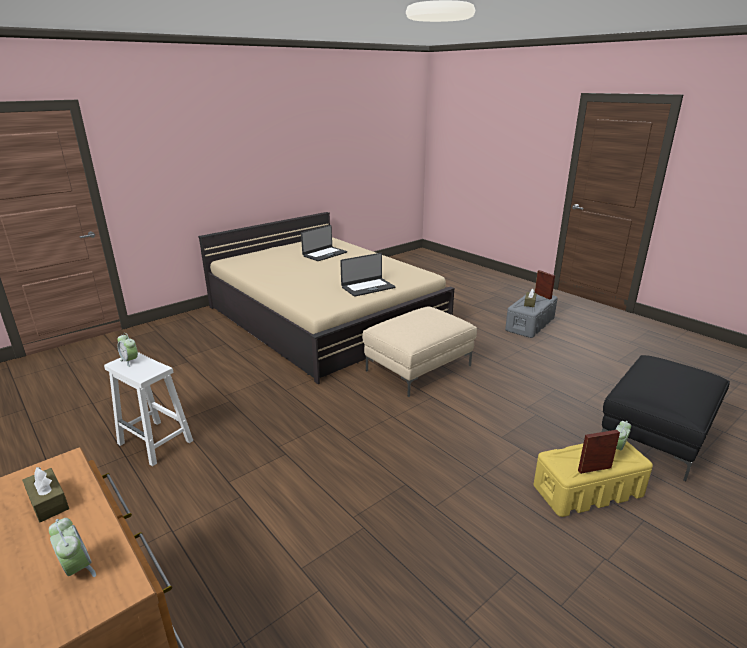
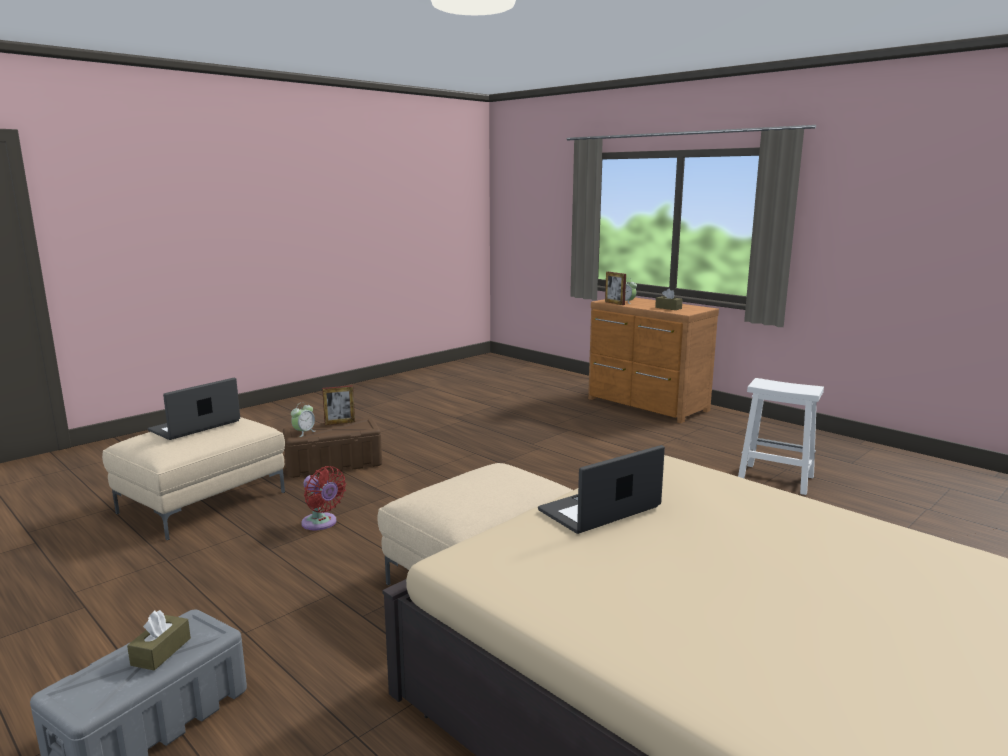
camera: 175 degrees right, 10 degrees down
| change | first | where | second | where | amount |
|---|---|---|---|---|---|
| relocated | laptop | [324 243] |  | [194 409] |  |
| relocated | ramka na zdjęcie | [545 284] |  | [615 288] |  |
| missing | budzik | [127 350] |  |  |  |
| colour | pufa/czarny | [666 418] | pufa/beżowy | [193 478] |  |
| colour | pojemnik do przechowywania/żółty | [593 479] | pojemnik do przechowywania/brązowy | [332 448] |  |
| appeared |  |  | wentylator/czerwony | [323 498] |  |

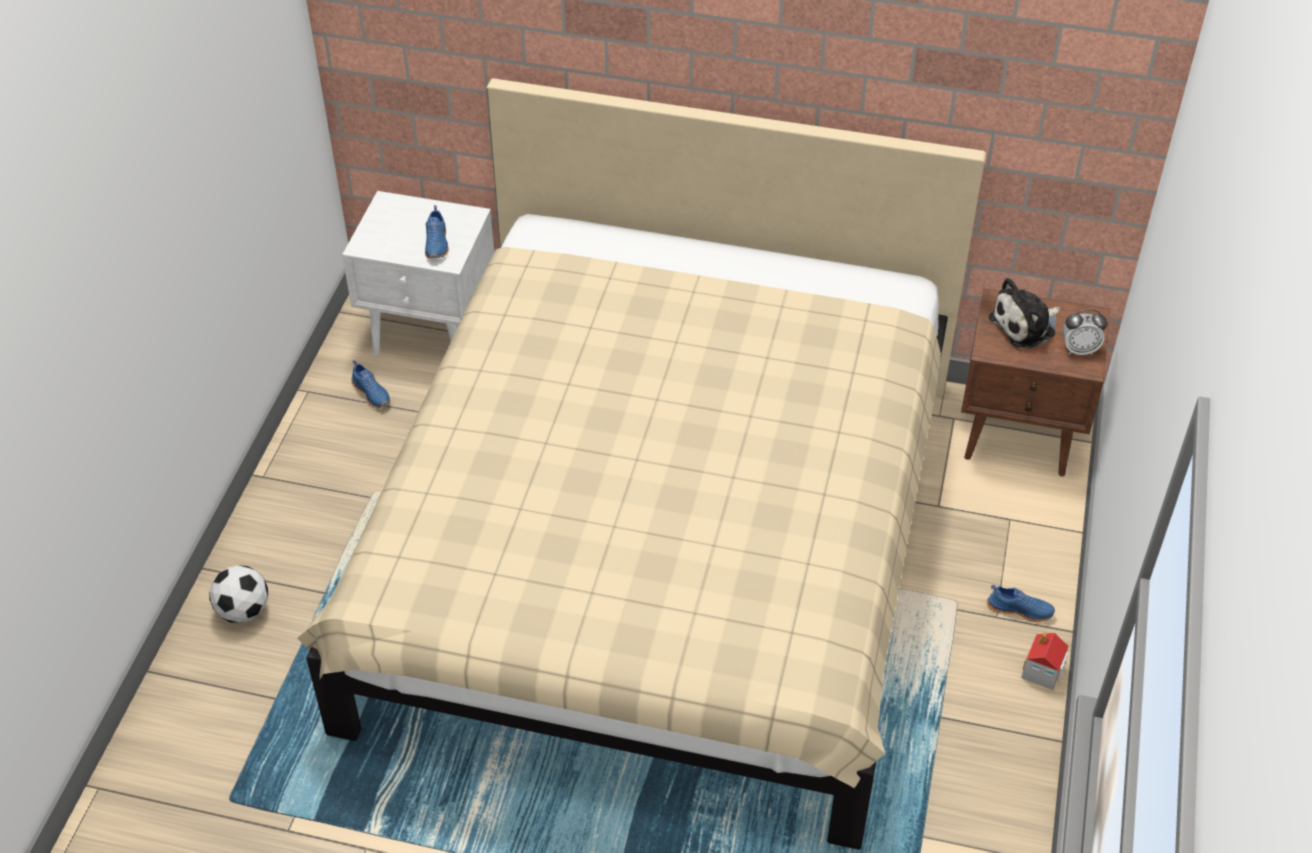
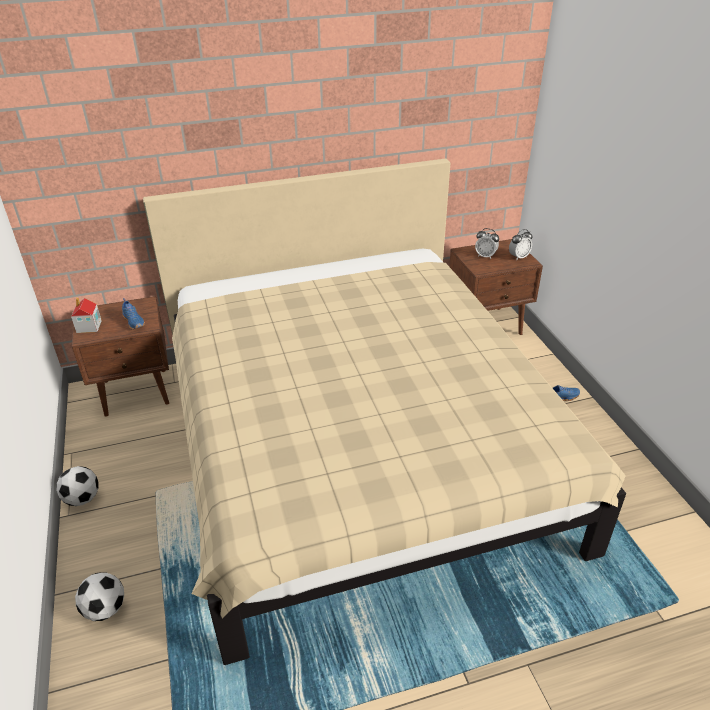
camera: 30 degrees left, 10 degrees down
| change | first | where | second | where | amount |
|---|---|---|---|---|---|
| colour | szafka nocna/biały | [418 273] | szafka nocna/brązowy | [120 356] |  |
| exchanged | pluszak | [1024 313] | budzik | [487 243] |  |
| missing | but/niebieski | [370 384] |  |  |  |
| relocated | domek | [1044 661] |  | [86 315] |  |
| appeared |  |  | piłka futbolowa | [77 486] |  |

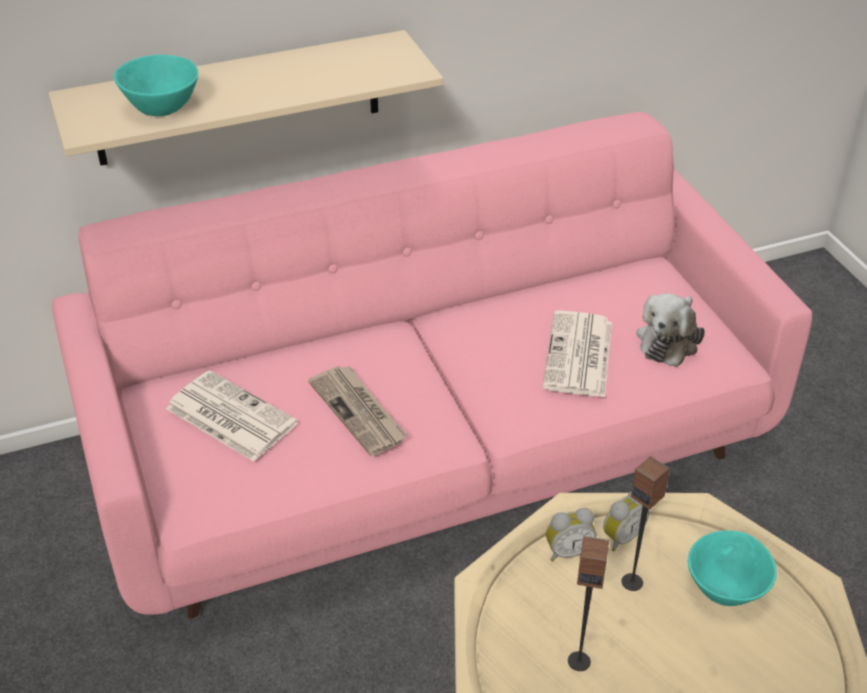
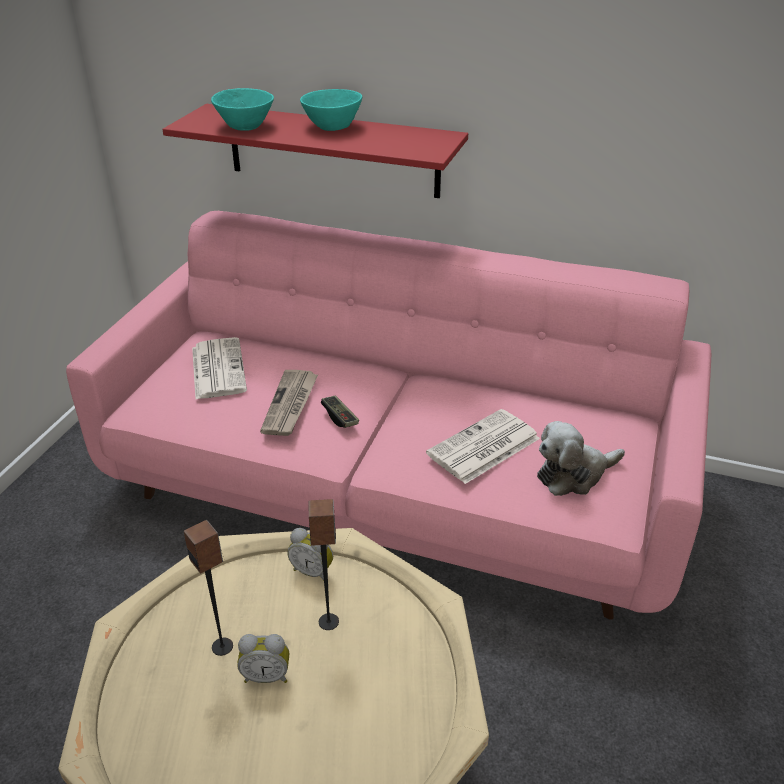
camera: 40 degrees right, 5 degrees down
| change | first | where | second | where | amount |
|---|---|---|---|---|---|
| colour | półka/beżowy | [245 98] | półka/czerwony | [315 151] |  |
| relocated | budzik | [626 522] |  | [263 658] |  |
| relocated | miska/turkusowy | [732 568] |  | [331 110] |  |
| appeared |  |  | pad do gier | [340 411] |  |

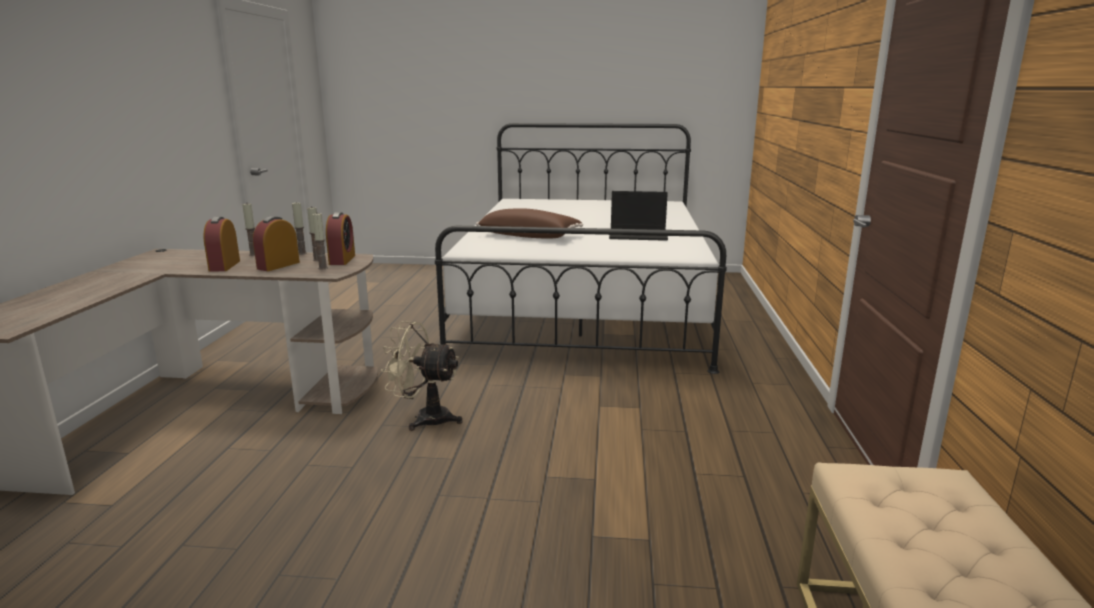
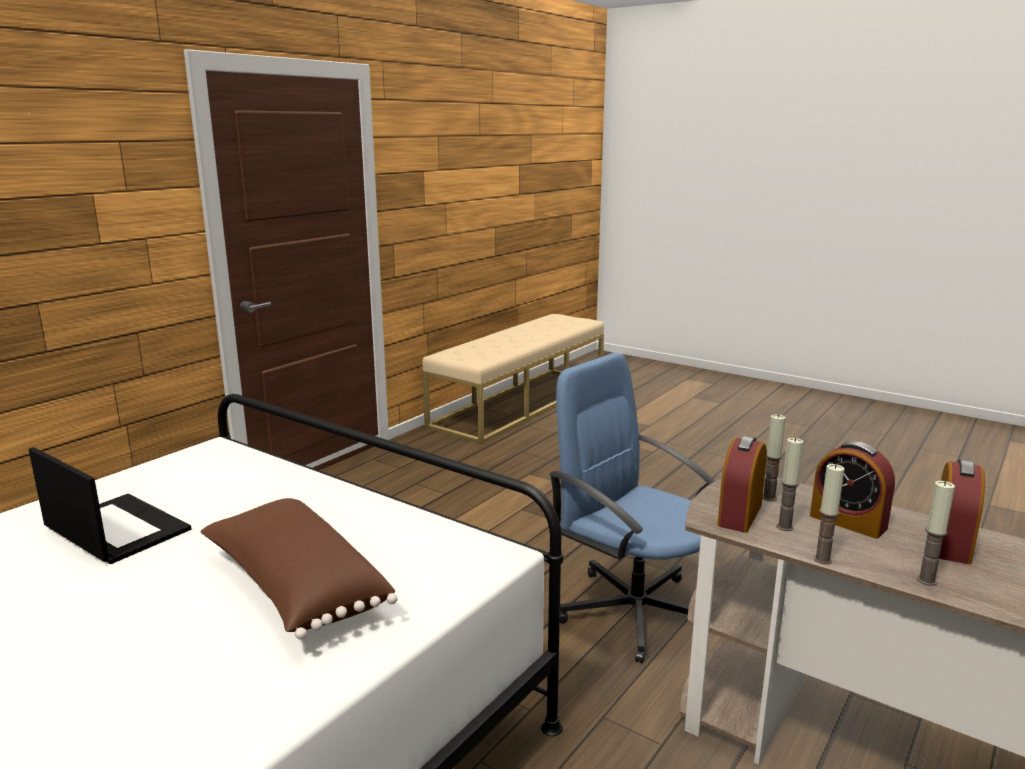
camera: 150 degrees left, 0 degrees up
| change | first | where | second | where | amount |
|---|---|---|---|---|---|
| spun | budzik | [276 243] |  | [852 490] | 75 degrees clockwise |
| exchanged | wentylator/beżowy | [422 376] | krzesło biurowe/niebieski | [632 508] |  |

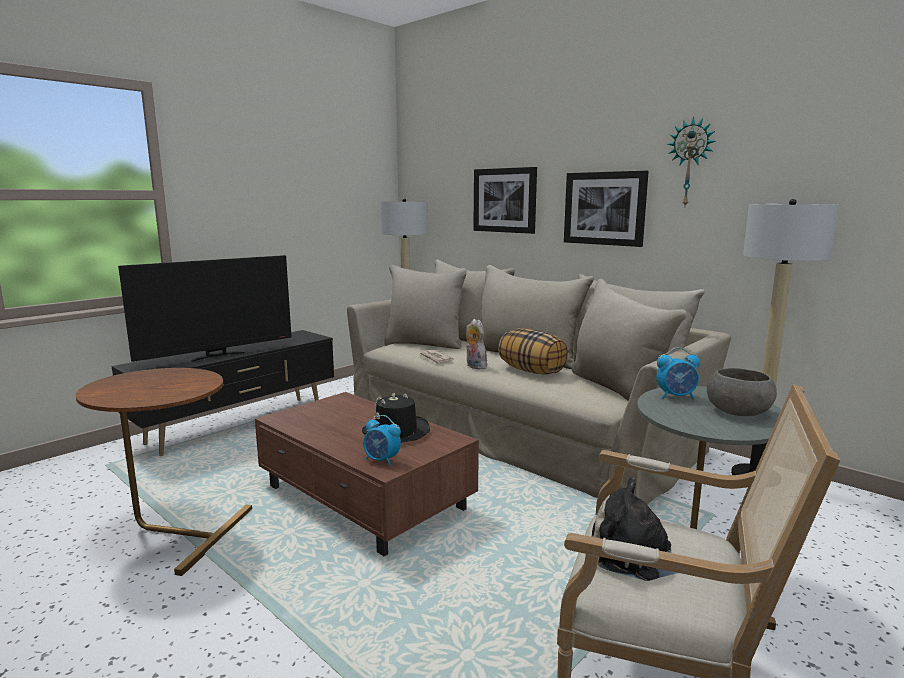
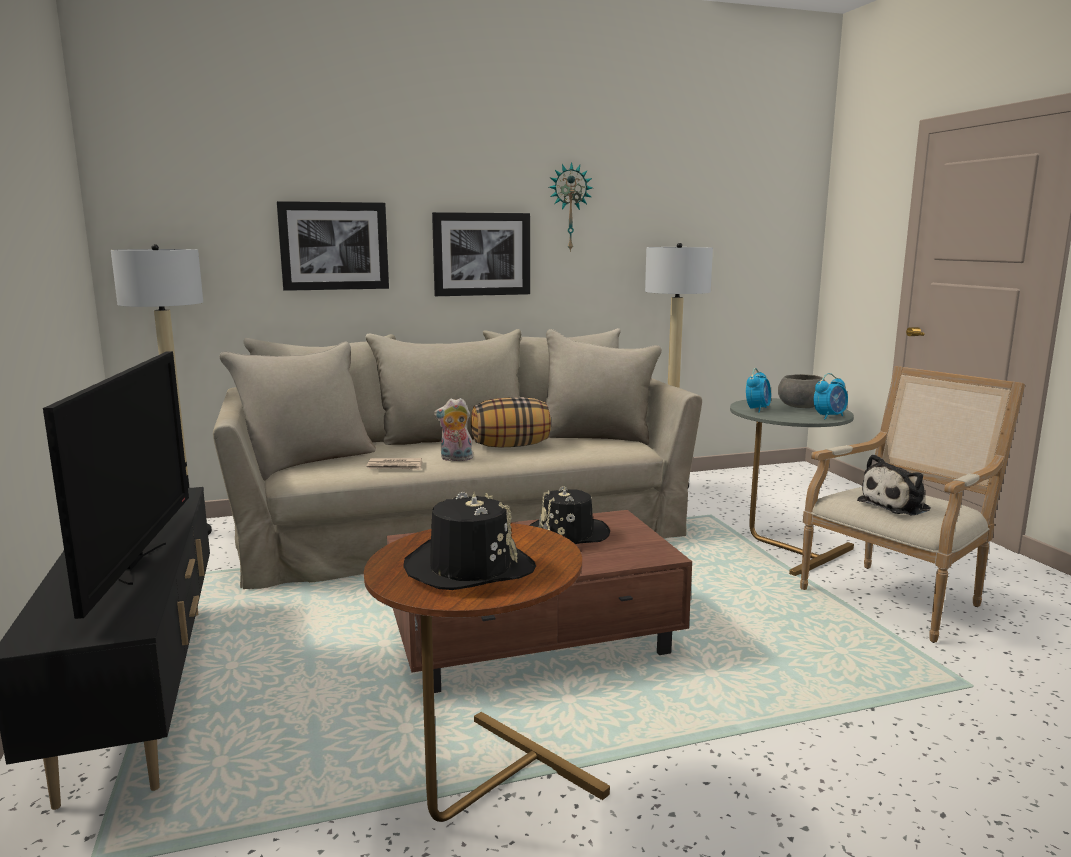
camera: 60 degrees left, 0 degrees up
| change | first | where | second | where | amount |
|---|---|---|---|---|---|
| relocated | budzik | [382 440] |  | [831 396] |  |
| appeared |  |  | kapelusz/czarny | [469 541] |  |

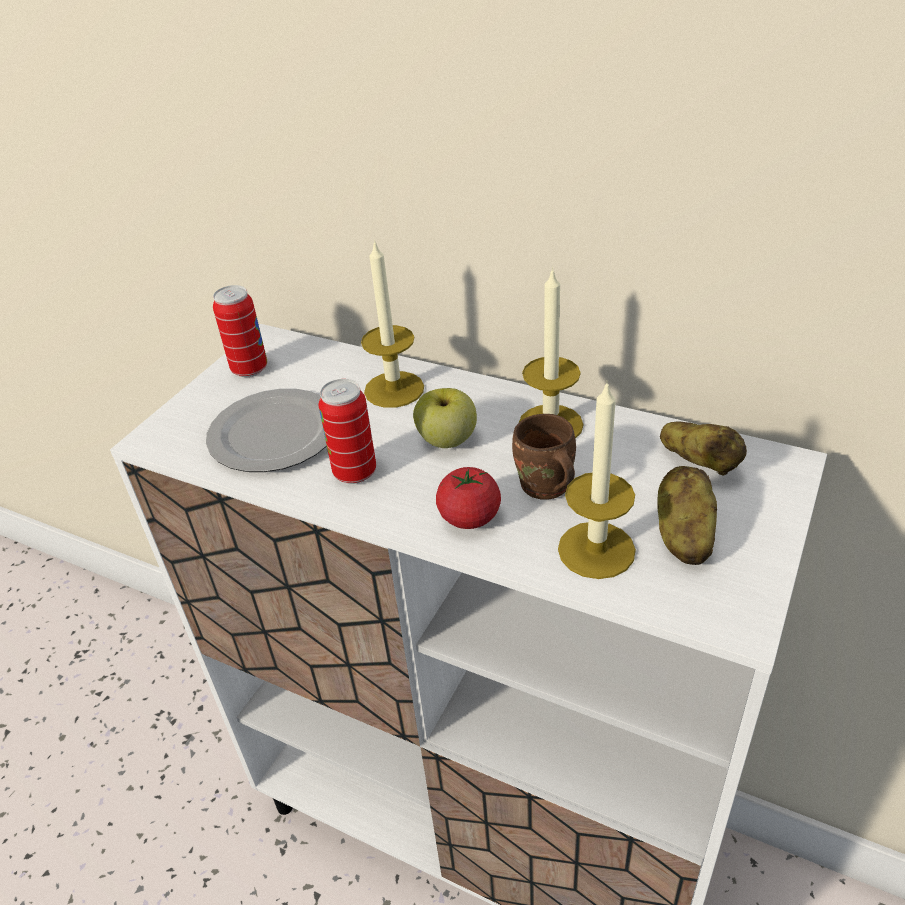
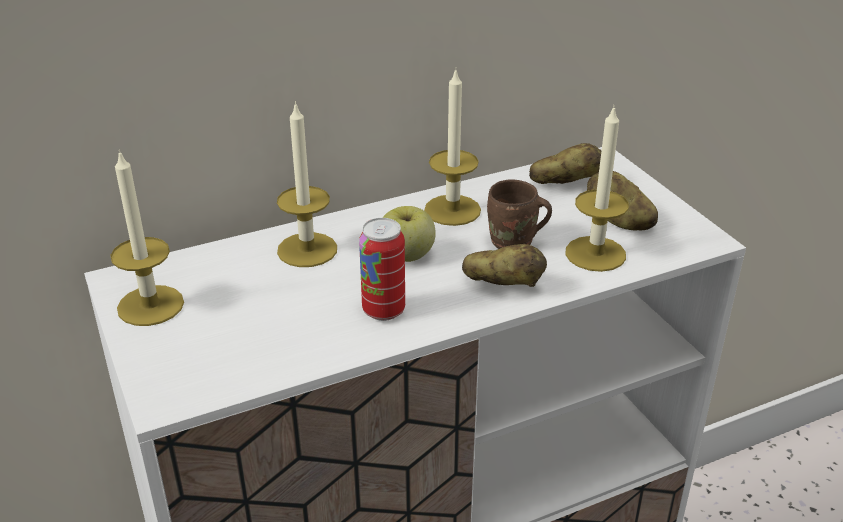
camera: 55 degrees left, 5 degrees down
| change | first | where | second | where | amount |
|---|---|---|---|---|---|
| exchanged | puszka | [240 331] | świeca | [147 238] |  |
| missing | talerz | [266 430] |  |  |  |
| exchanged | pomidor | [468 498] | ziemniak | [504 265] |  |

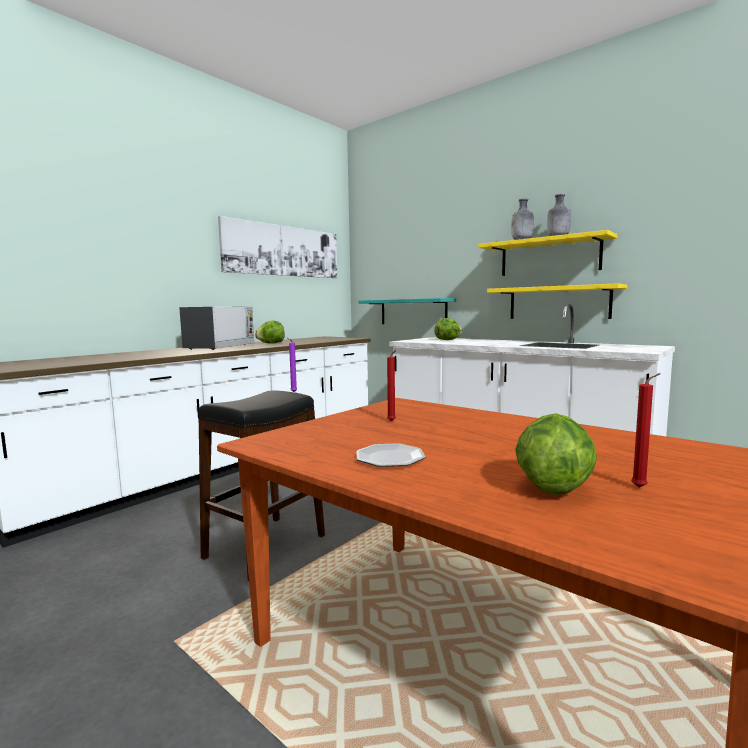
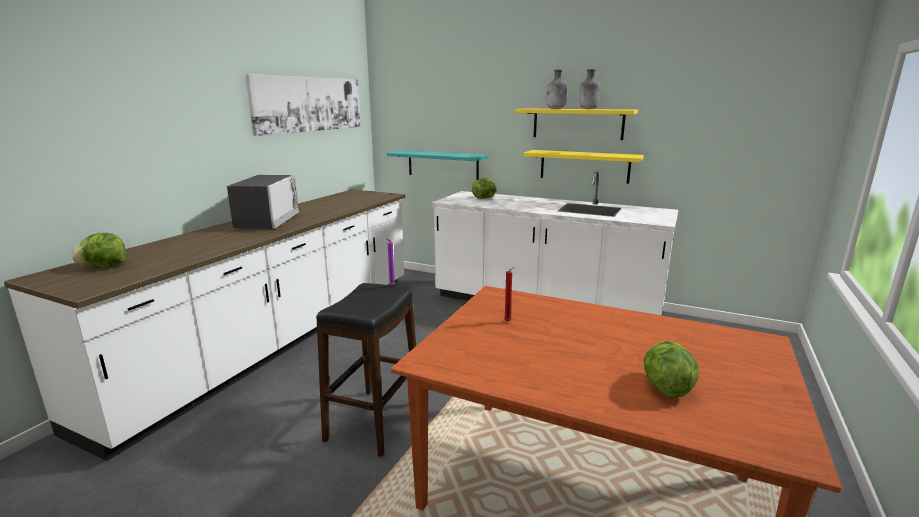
camera: 15 degrees left, 10 degrees up
| change | first | where | second | where | amount |
|---|---|---|---|---|---|
| relocated | sałata | [270 332] |  | [99 249] |  |
| missing | świeca/czerwony | [646 430] |  |  |  |
| missing | talerz | [390 455] |  |  |  |

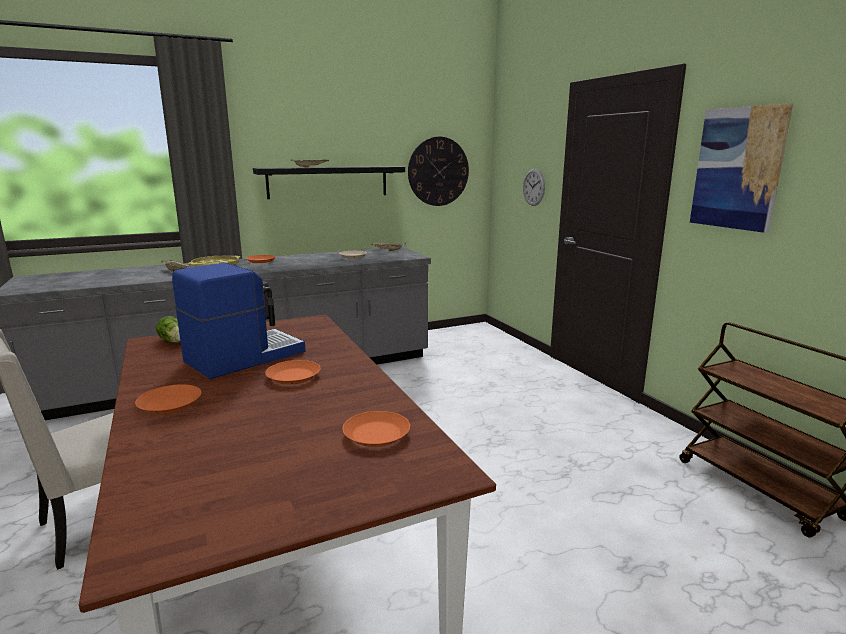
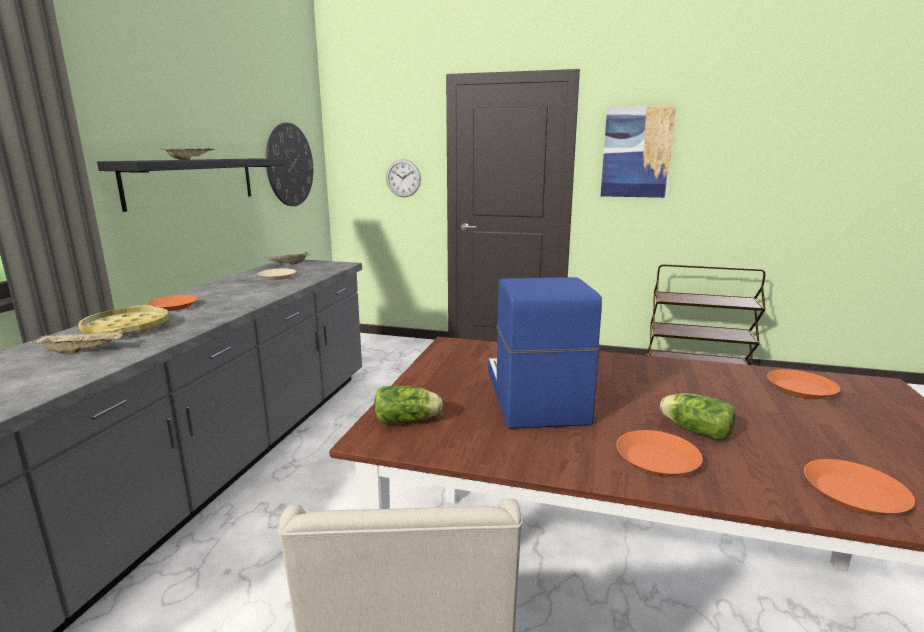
camera: 50 degrees left, 0 degrees up
| change | first | where | second | where | amount |
|---|---|---|---|---|---|
| relocated | talerz/pomarańczowy | [293 372] |  | [859 487] |  |
| appeared |  |  | sałata | [697 417] |  |

